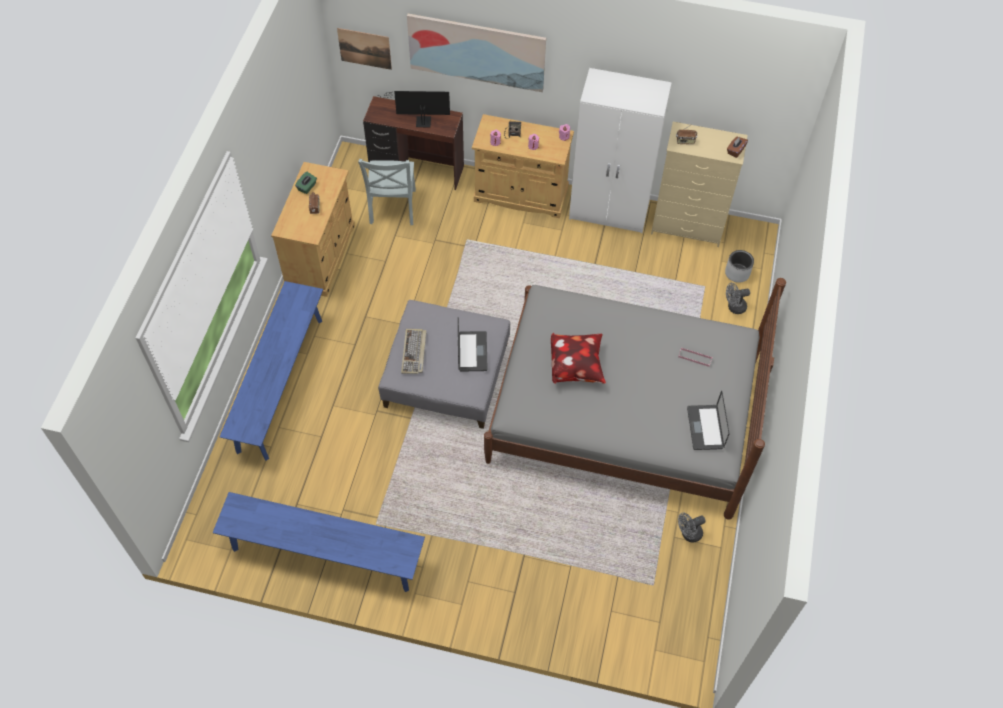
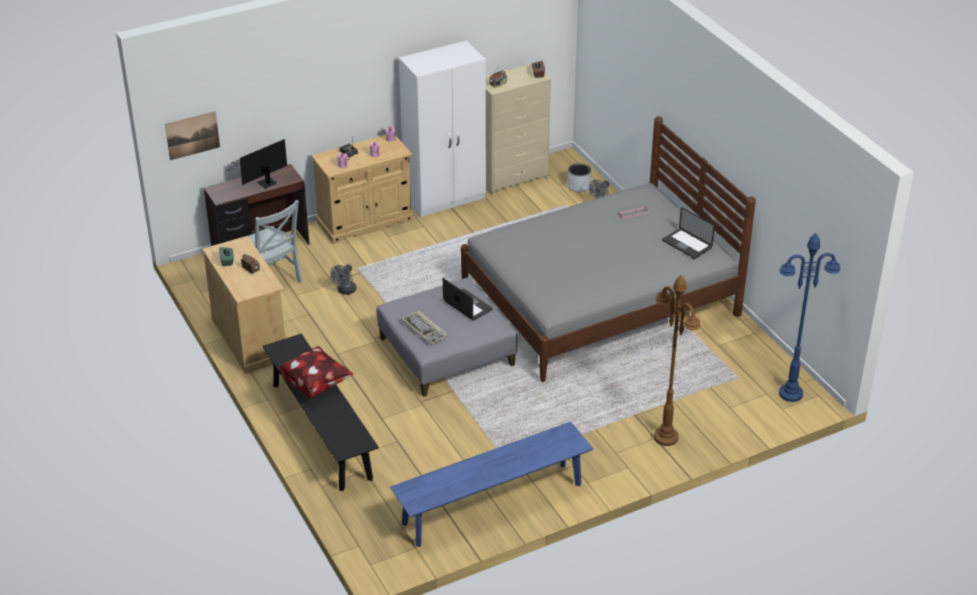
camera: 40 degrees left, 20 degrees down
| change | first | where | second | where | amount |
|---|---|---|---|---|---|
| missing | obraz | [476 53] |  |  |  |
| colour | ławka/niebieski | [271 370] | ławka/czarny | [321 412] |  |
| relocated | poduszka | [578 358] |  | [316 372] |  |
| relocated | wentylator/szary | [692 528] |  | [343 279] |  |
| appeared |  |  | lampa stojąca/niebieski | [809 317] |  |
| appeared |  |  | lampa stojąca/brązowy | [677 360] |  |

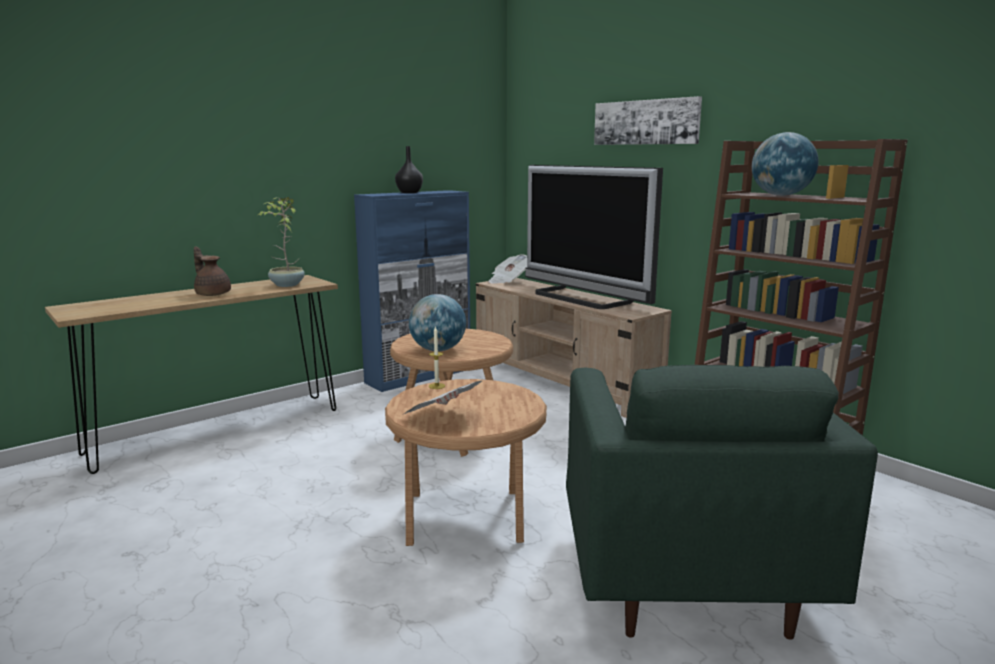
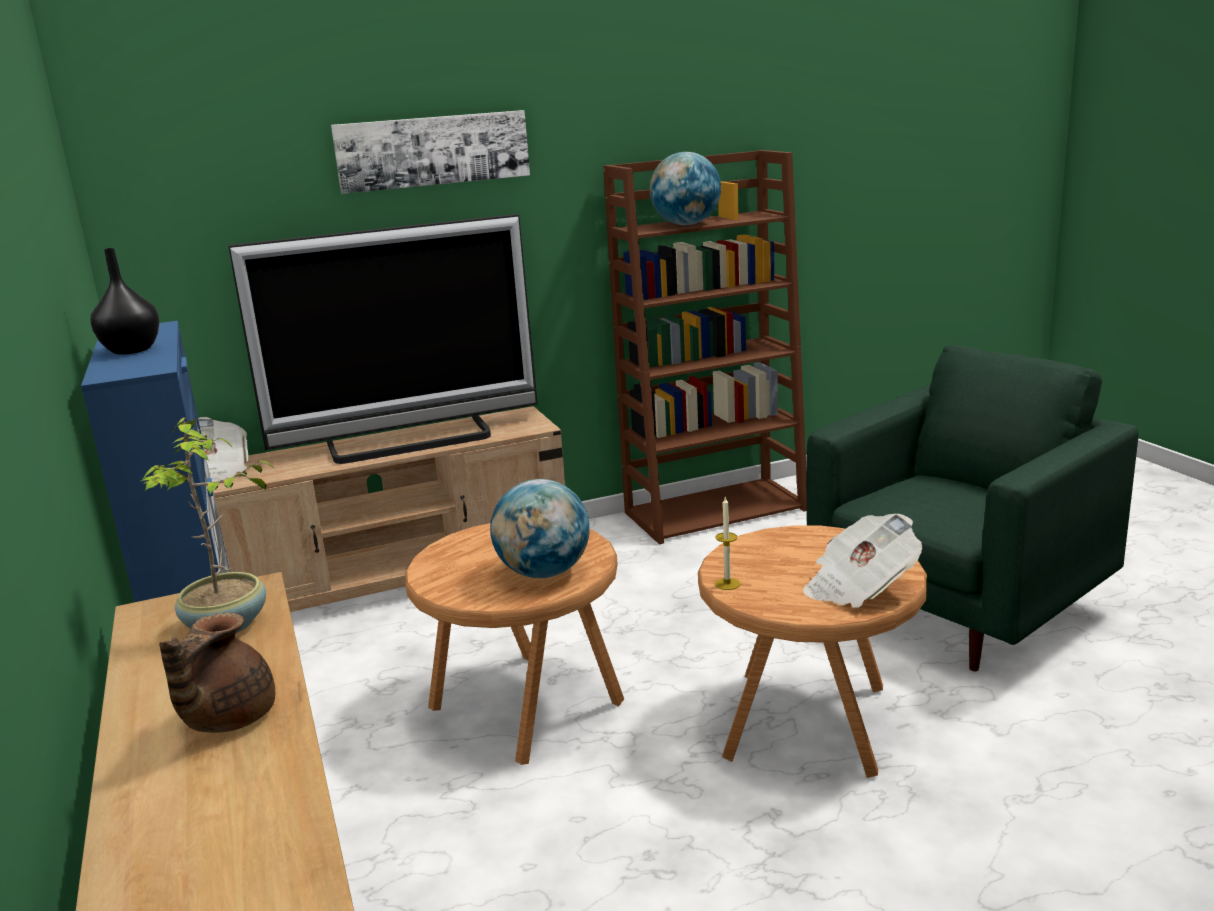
camera: 70 degrees left, 5 degrees up
| change | first | where | second | where | amount |
|---|---|---|---|---|---|
| spun | imbryk/brązowy | [212 271] |  | [217 673] | 45 degrees counterclockwise |
| spun | fotel/zielony | [722 502] |  | [973 508] | 60 degrees counterclockwise |

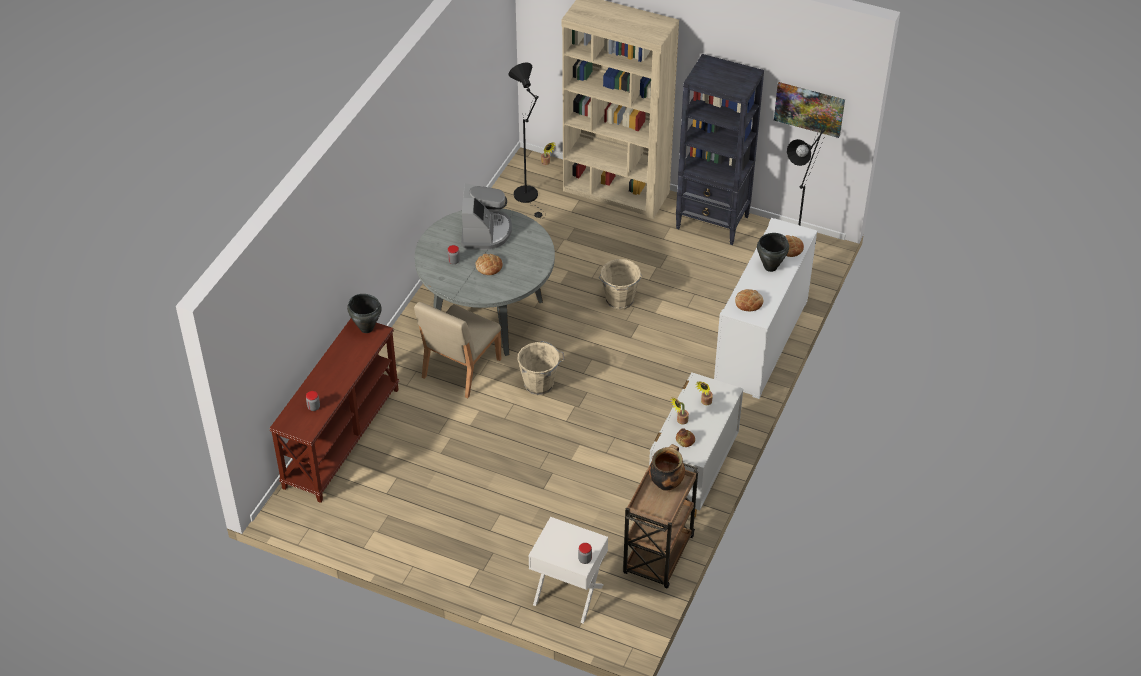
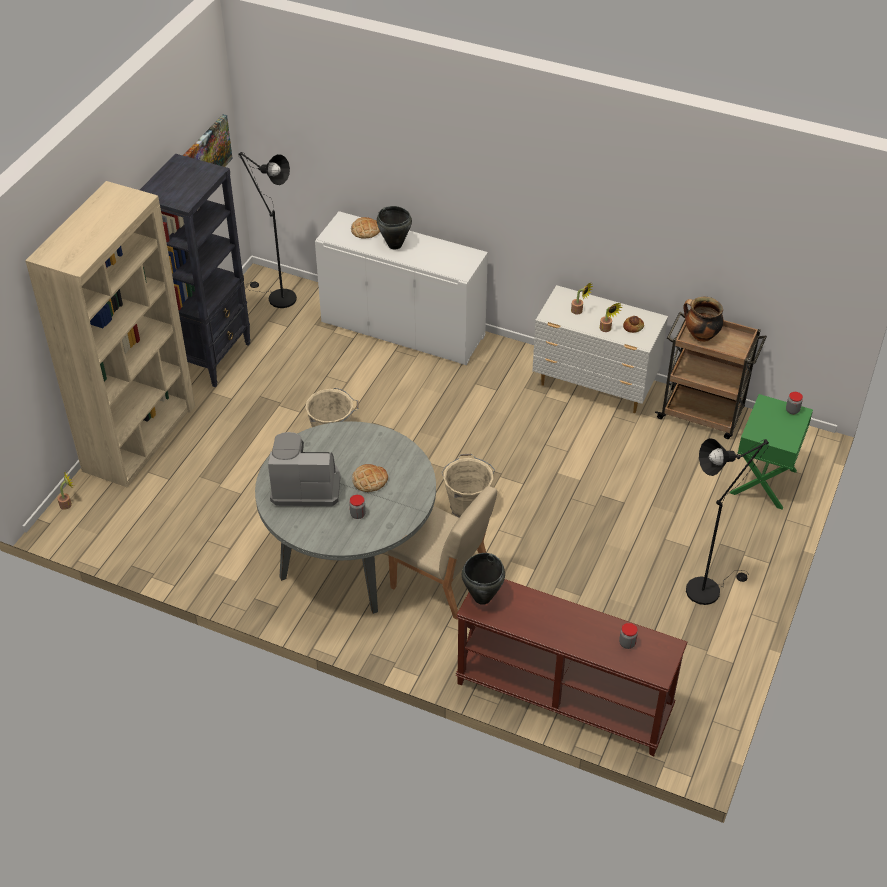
camera: 90 degrees left, 0 degrees up
| change | first | where | second | where | amount |
|---|---|---|---|---|---|
| relocated | lampa stojąca/czarny | [525 140] |  | [727 521] |  |
| missing | chleb | [749 300] |  |  |  |
| colour | szafka nocna/biały | [568 570] | szafka nocna/zielony | [771 452] |  |

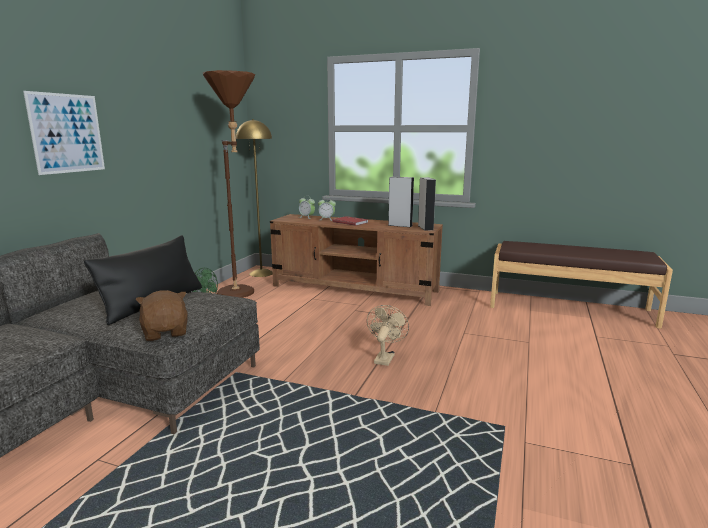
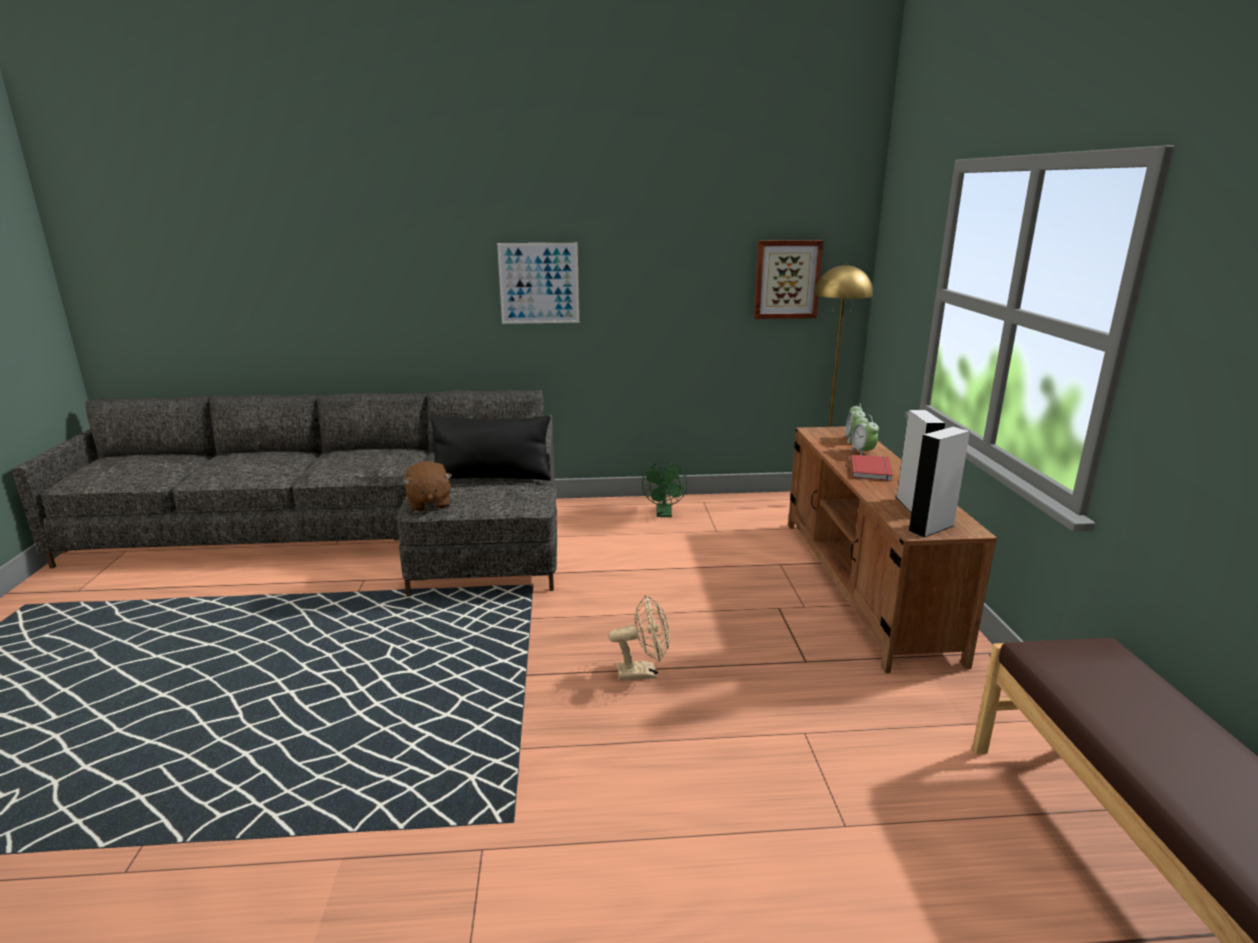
camera: 65 degrees right, 5 degrees up
| change | first | where | second | where | amount |
|---|---|---|---|---|---|
| missing | lampa stojąca/brązowy | [229 184] |  |  |  |
| spun | pluszak/brązowy | [161 315] |  | [427 486] | 120 degrees clockwise |
| appeared |  |  | obraz | [788 279] |  |

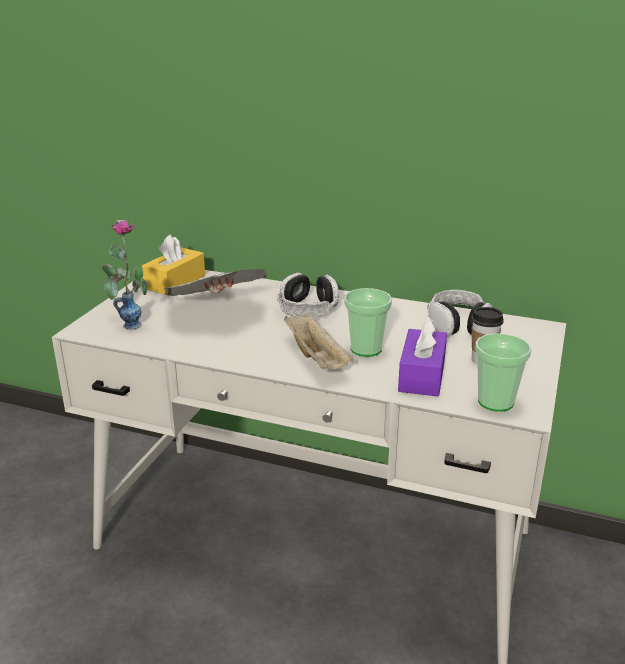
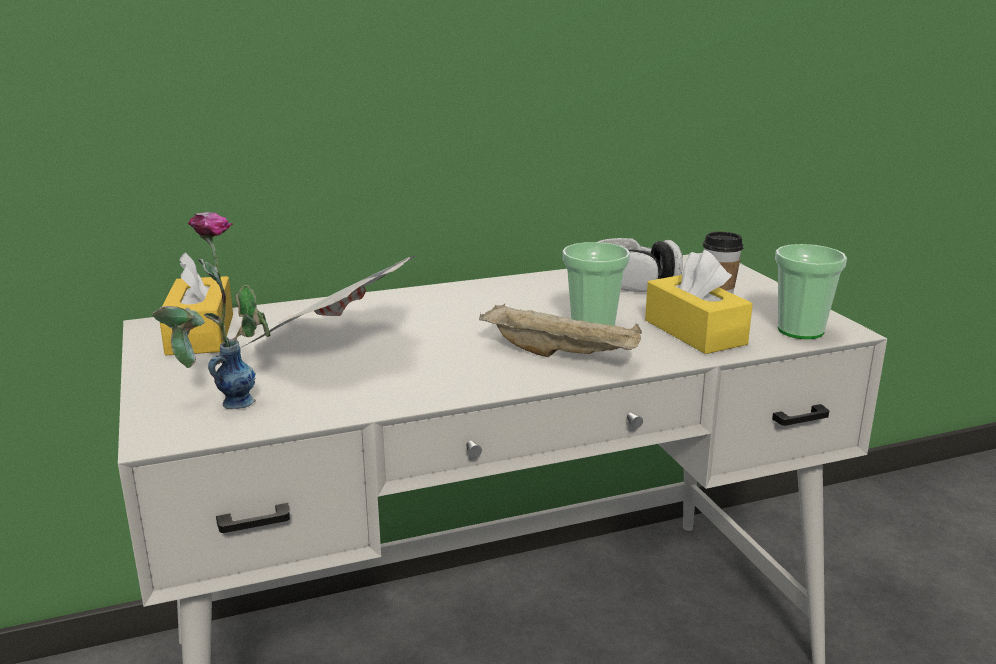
camera: 40 degrees left, 5 degrees down
| change | first | where | second | where | amount |
|---|---|---|---|---|---|
| missing | słuchawki | [308 295] |  |  |  |
| colour | pudełko chusteczek/fioletowy | [422 357] | pudełko chusteczek/żółty | [699 302] |  |

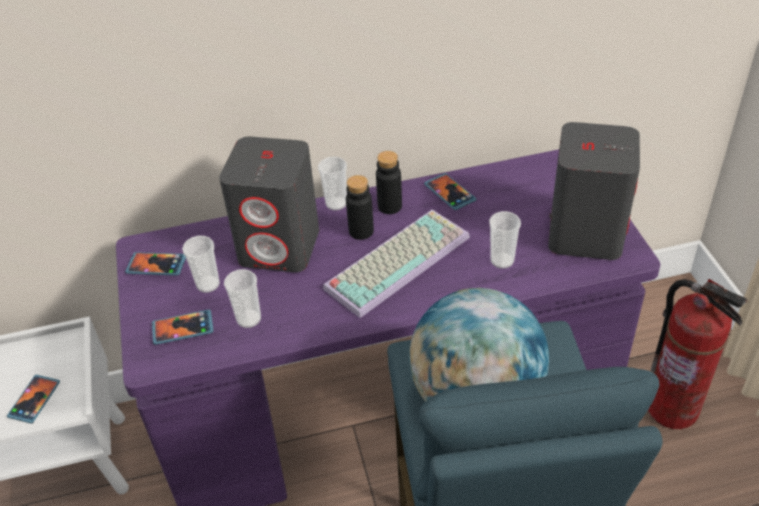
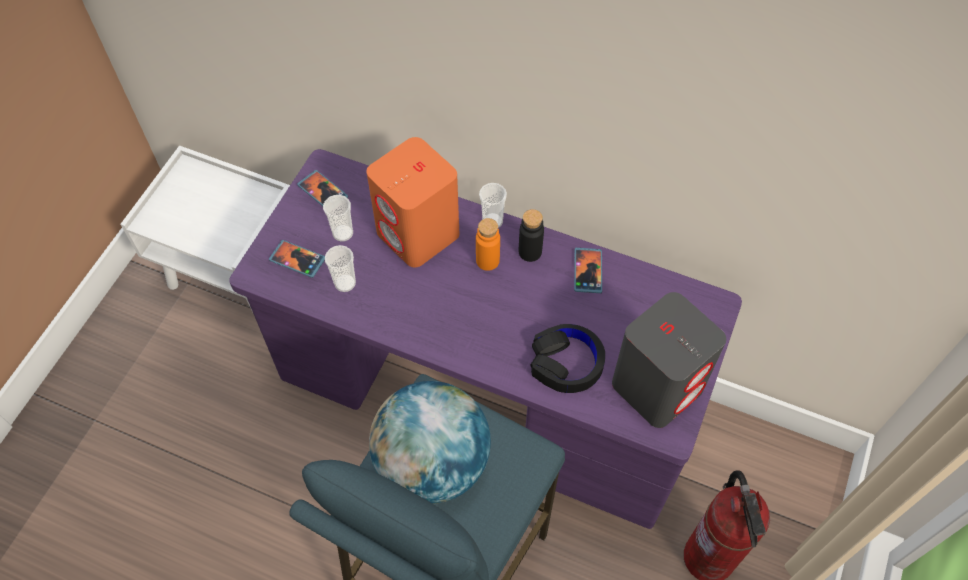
camera: 35 degrees right, 15 degrees up
| change | first | where | second | where | amount |
|---|---|---|---|---|---|
| colour | głośnik/szary | [269 204] | głośnik/pomarańczowy | [412 202] |  |
| colour | butelka/czarny | [360 207] | butelka/pomarańczowy | [488 244] |  |
| missing | klawiatura | [396 264] |  |  |  |
| exchanged | filiżanka | [505 240] | słuchawki/czarny | [567 358] |  |
| missing | telefon | [33 399] |  |  |  |

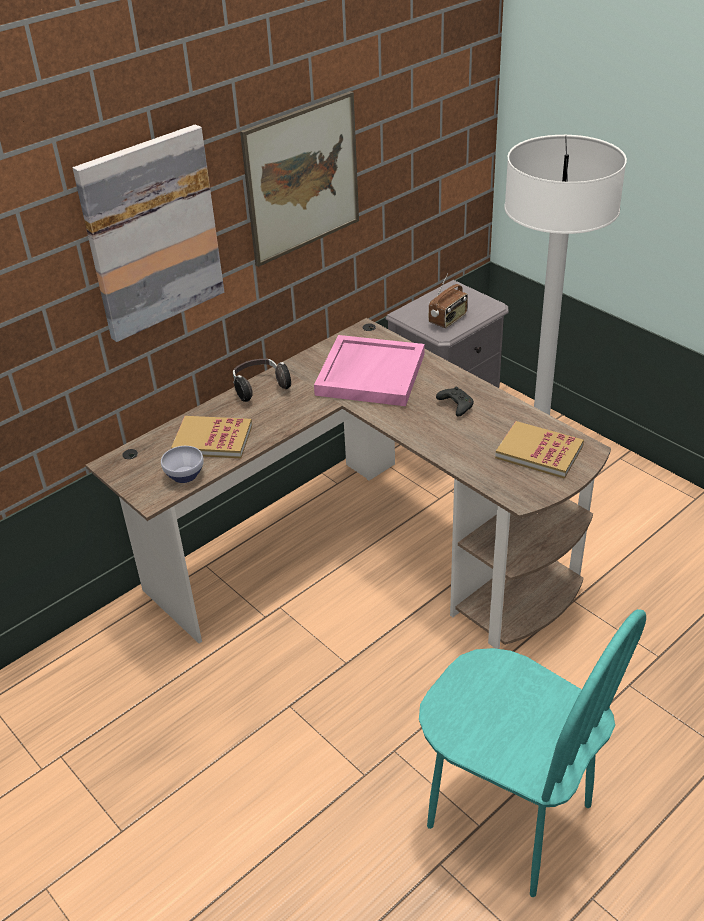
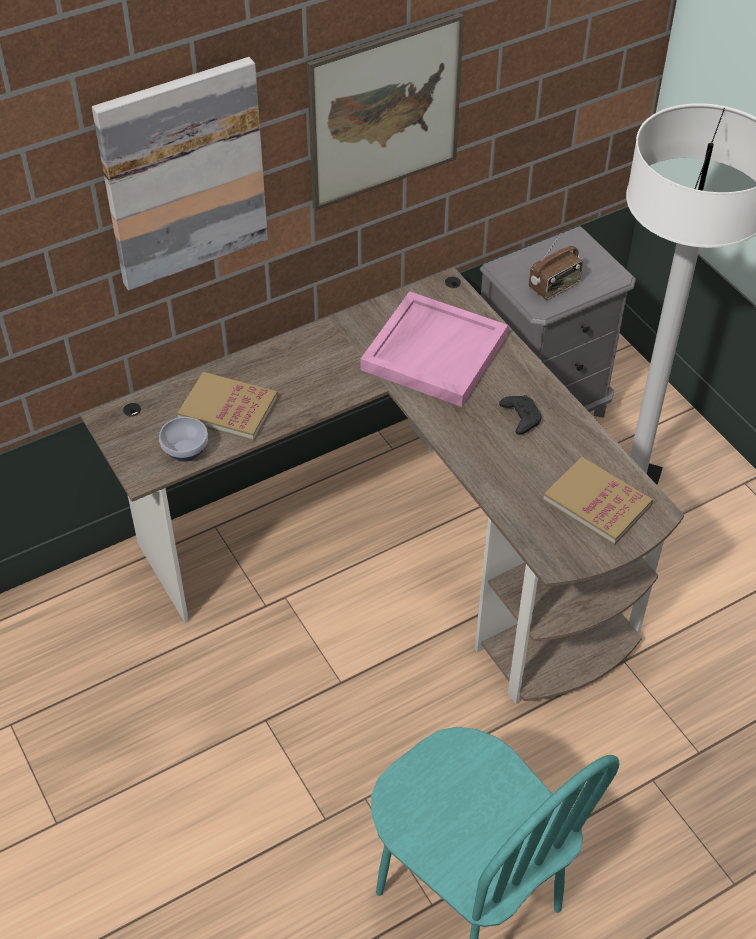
camera: 10 degrees right, 10 degrees up
| change | first | where | second | where | amount |
|---|---|---|---|---|---|
| missing | słuchawki | [262 380] |  |  |  |

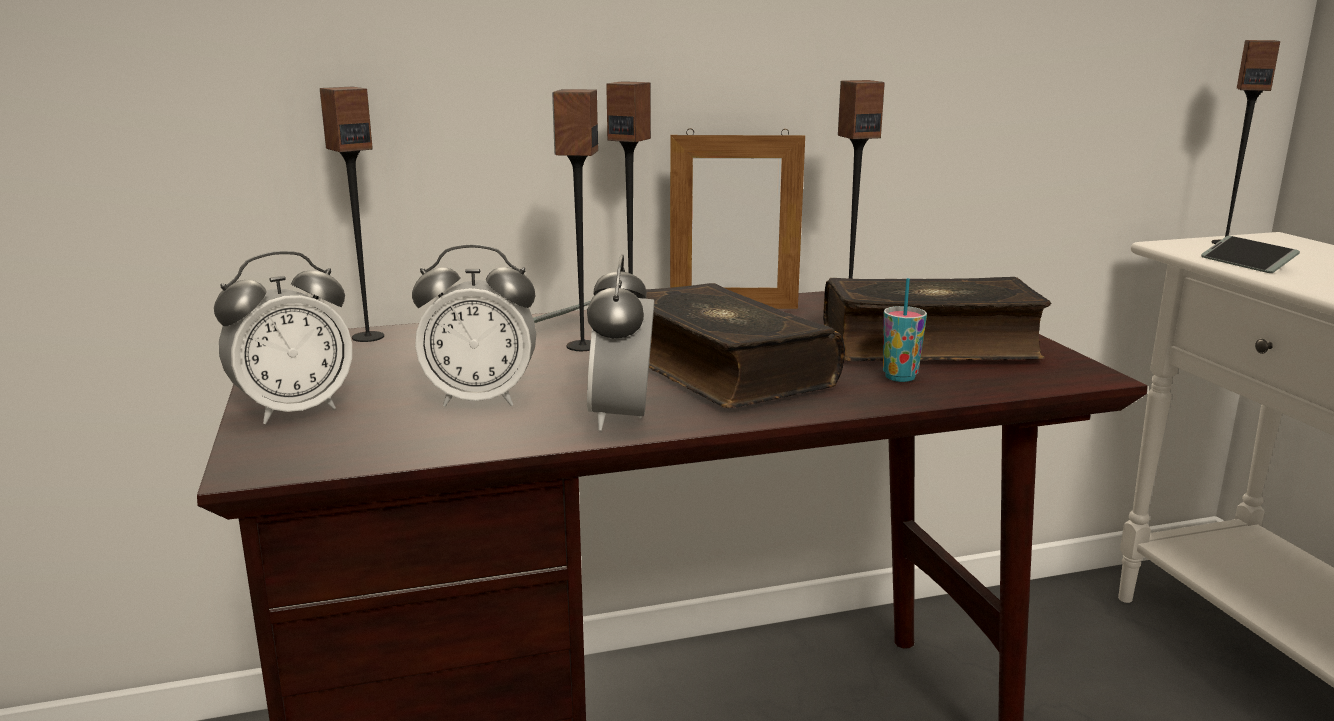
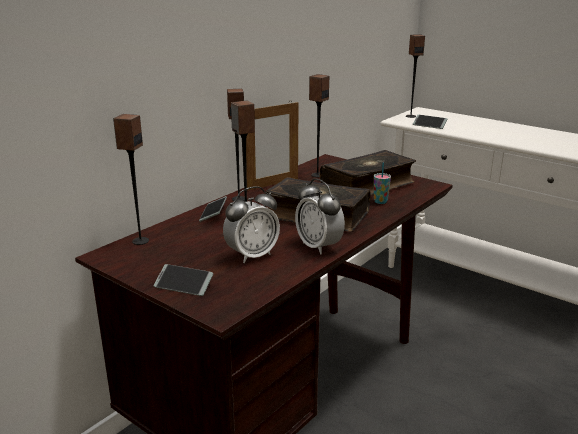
camera: 35 degrees left, 5 degrees up
| change | first | where | second | where | amount |
|---|---|---|---|---|---|
| exchanged | budzik | [283 337] | telefon | [183 280] |  |

